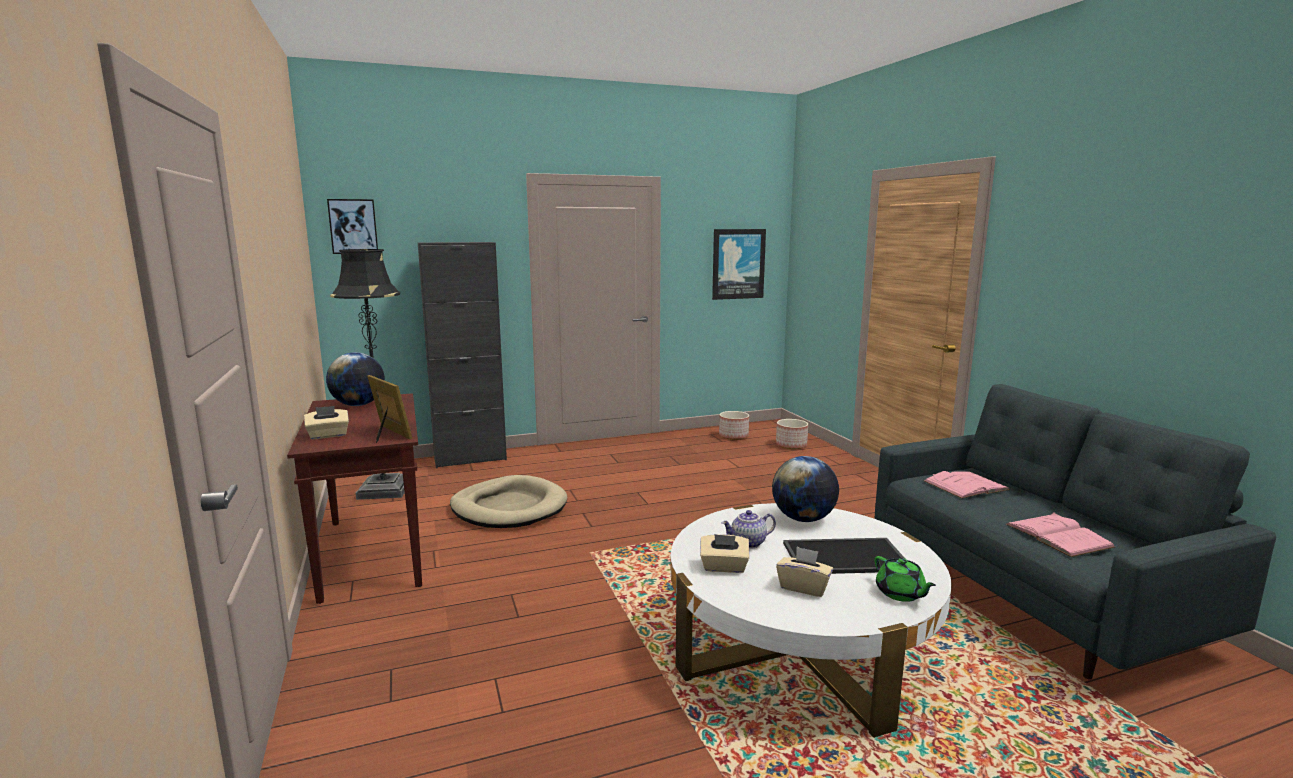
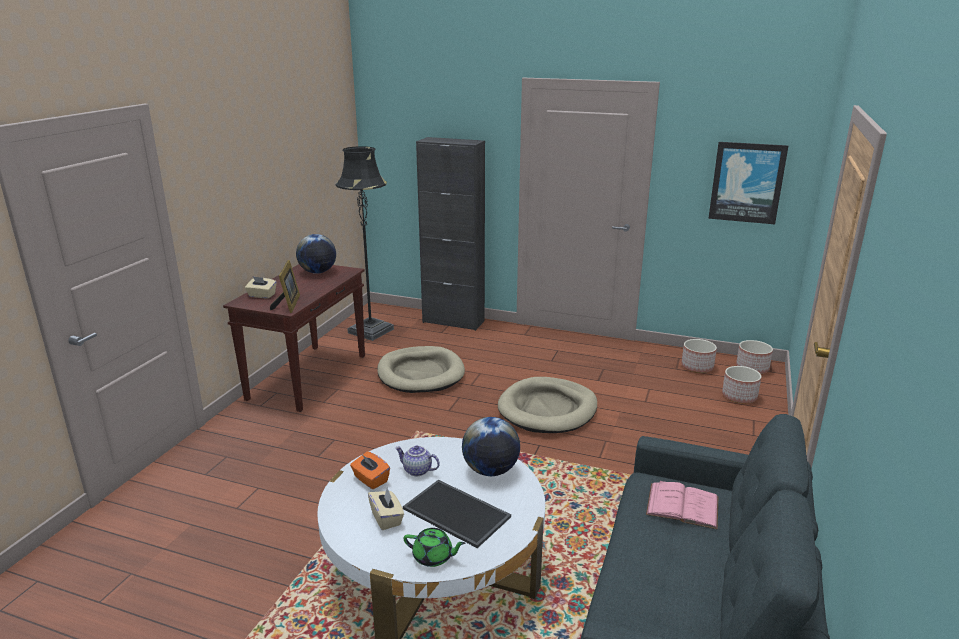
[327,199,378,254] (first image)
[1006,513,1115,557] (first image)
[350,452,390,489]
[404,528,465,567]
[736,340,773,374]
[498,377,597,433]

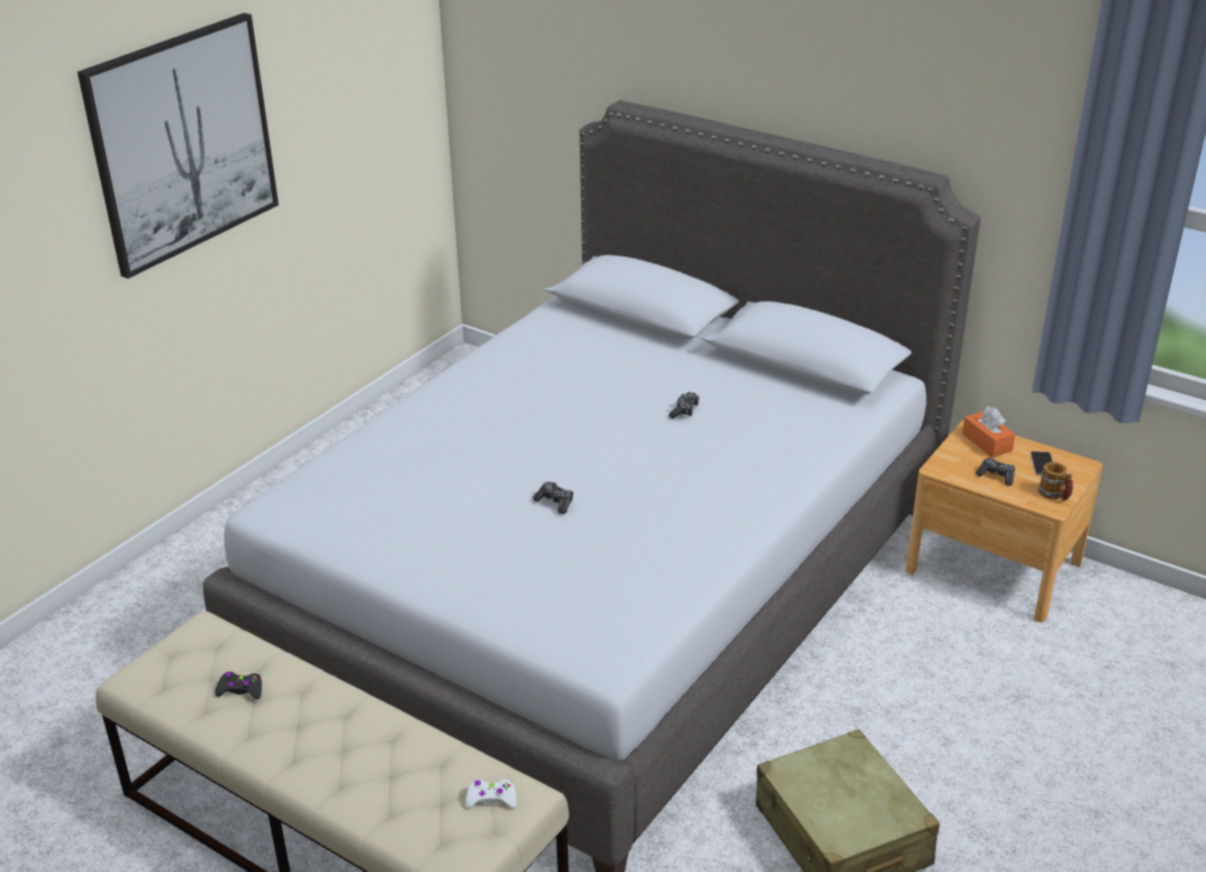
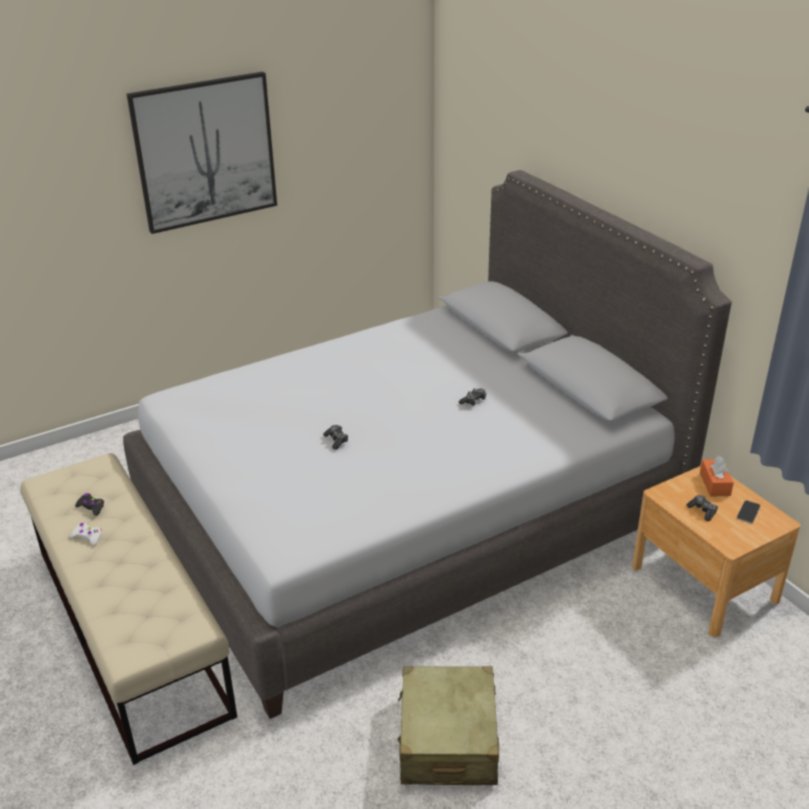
[1038,462,1073,501] (first image)
[70,523,102,545]

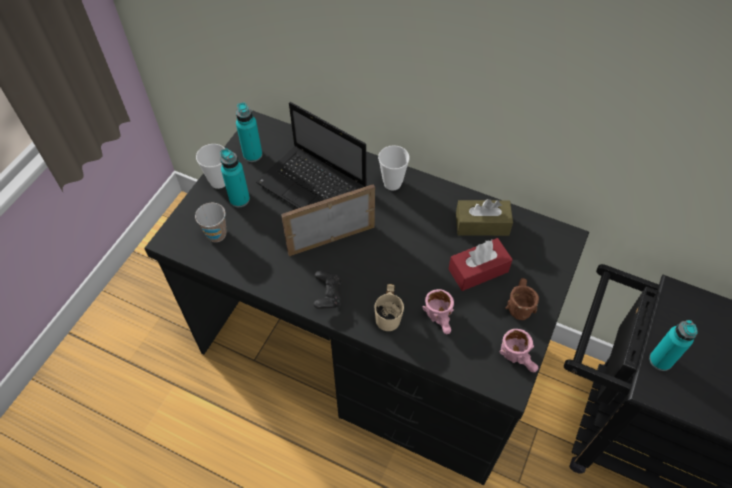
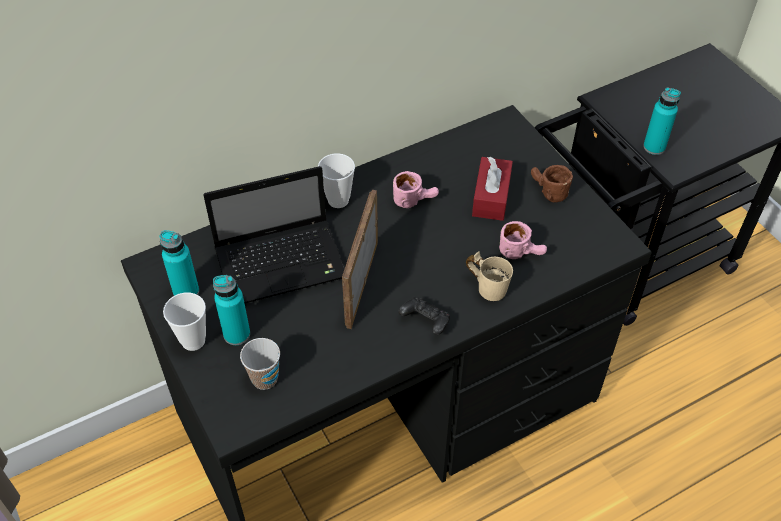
[456,199,513,236] (first image)
[393,171,439,208]

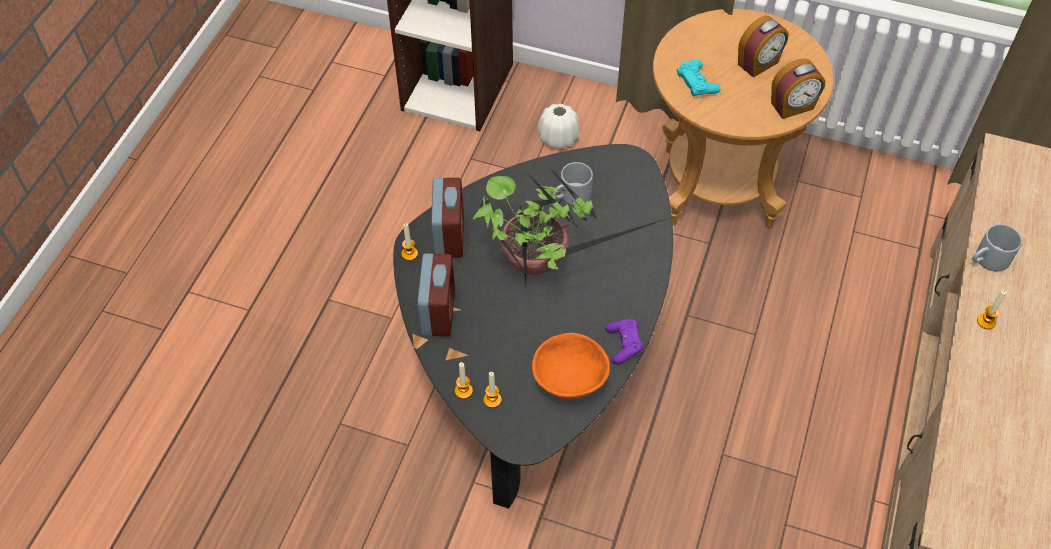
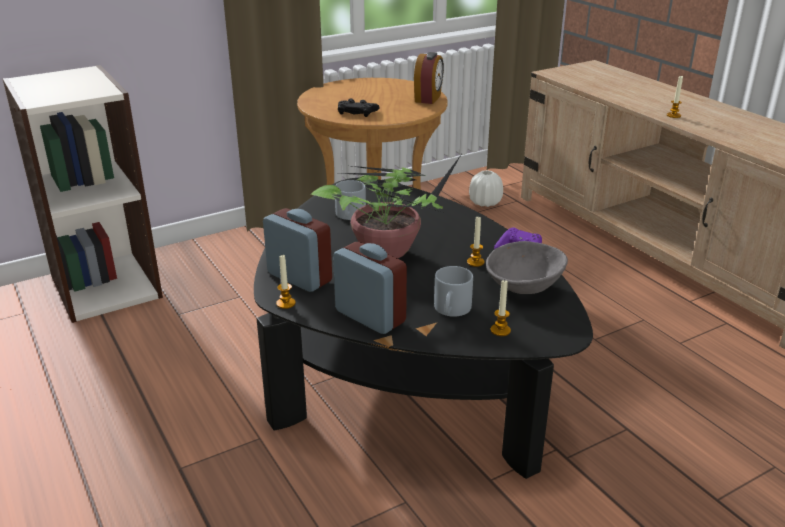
[738,16,789,78] (first image)
[338,99,380,117]
[469,170,503,207]
[434,266,473,317]
[486,241,568,294]
[467,216,484,267]

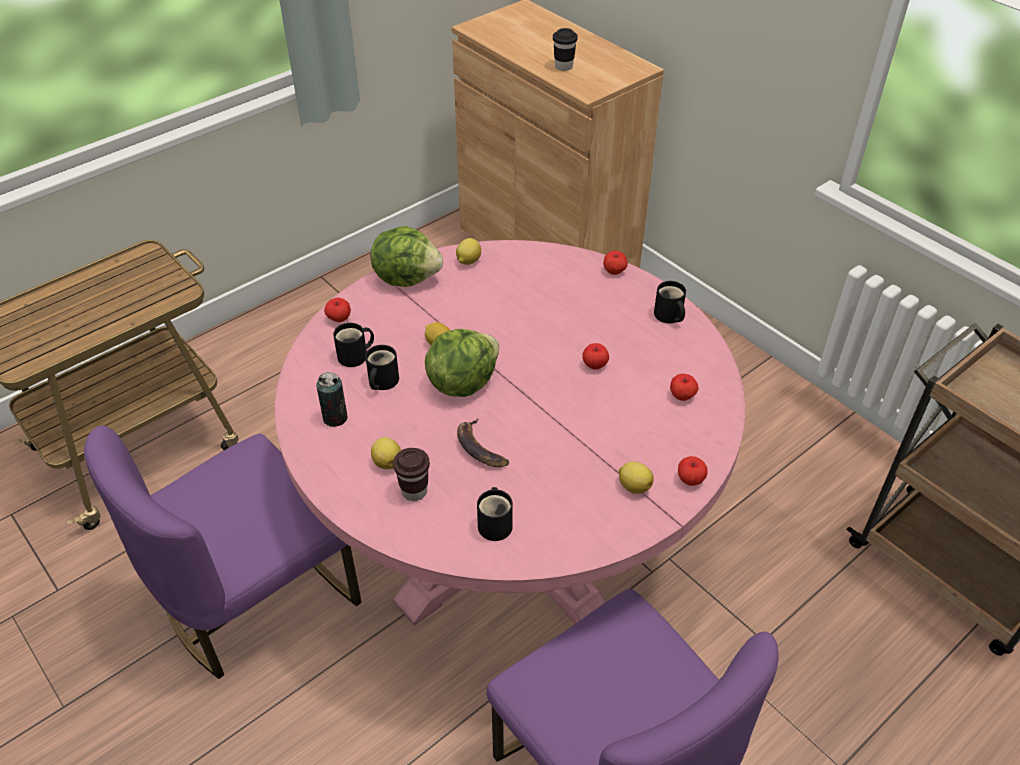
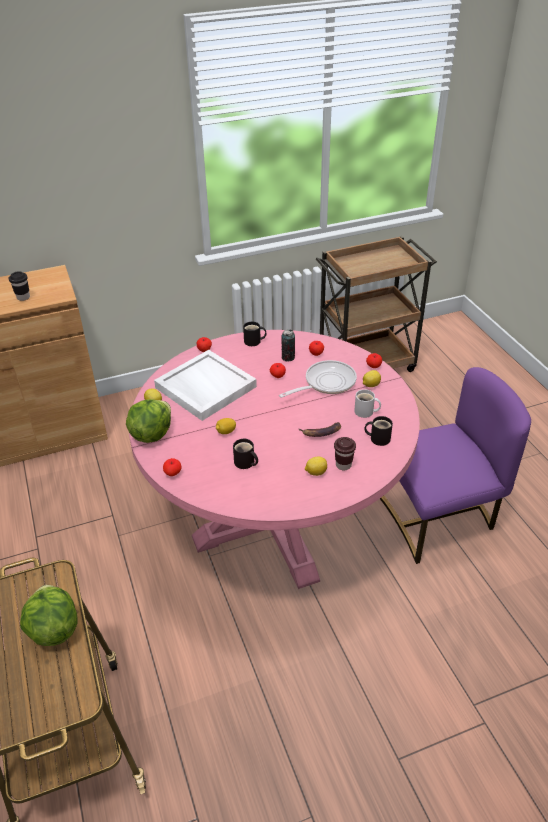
[333,323,374,367] (first image)
[20,585,78,646]
[281,330,295,361]
[84,425,361,679] (first image)
[154,350,257,421]
[279,360,357,398]
[354,389,381,418]

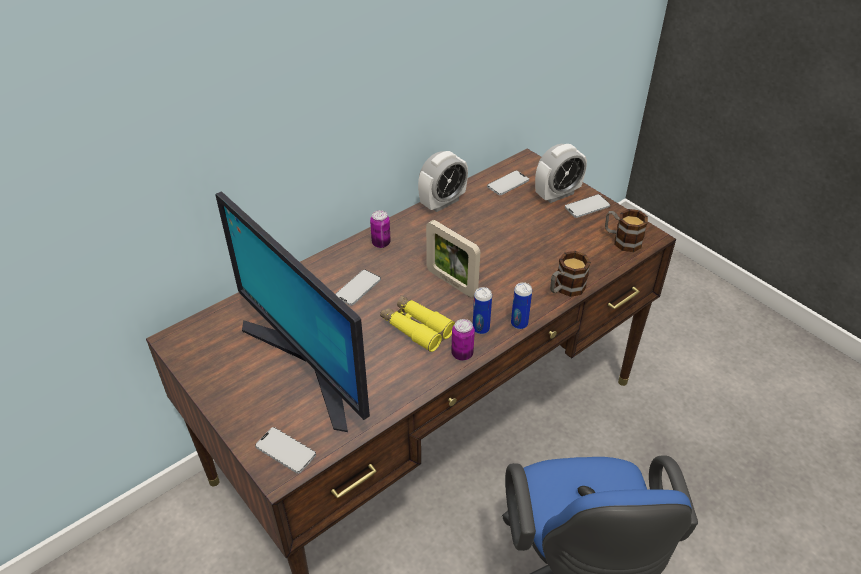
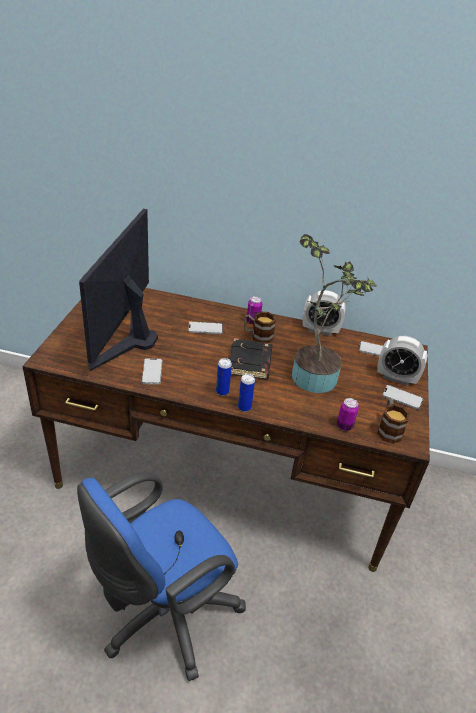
[229,338,273,379]
[244,312,276,343]
[380,296,455,352] (first image)
[337,398,359,431]
[142,358,162,385]
[292,234,377,393]

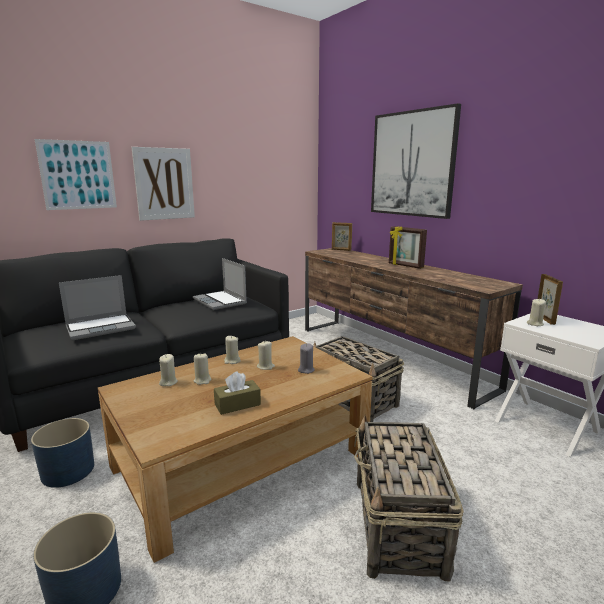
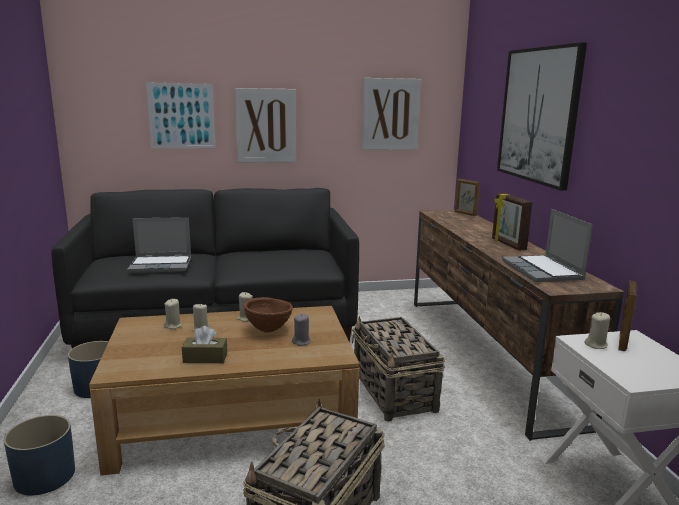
[502,209,593,282]
[244,297,293,333]
[362,78,421,150]

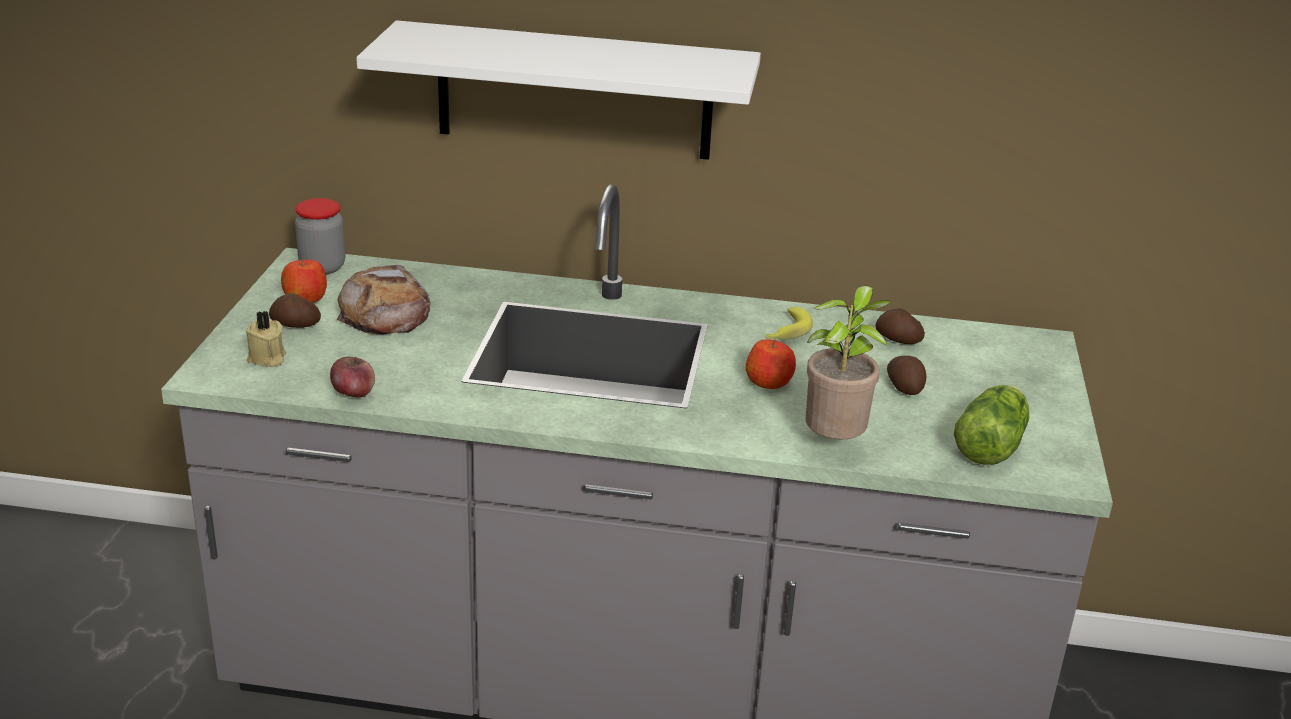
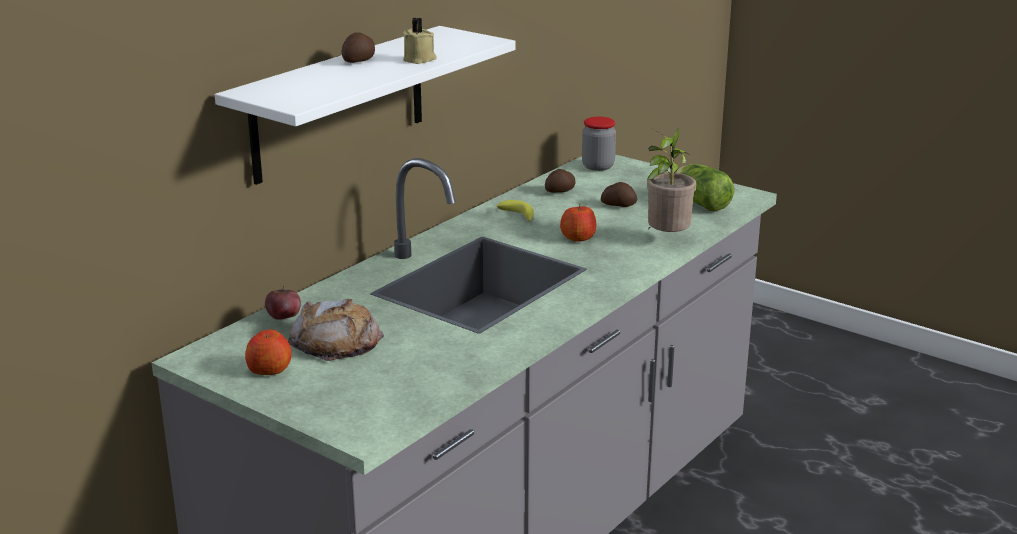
[582,117,616,171]
[341,33,375,63]
[403,17,437,64]
[265,286,301,320]

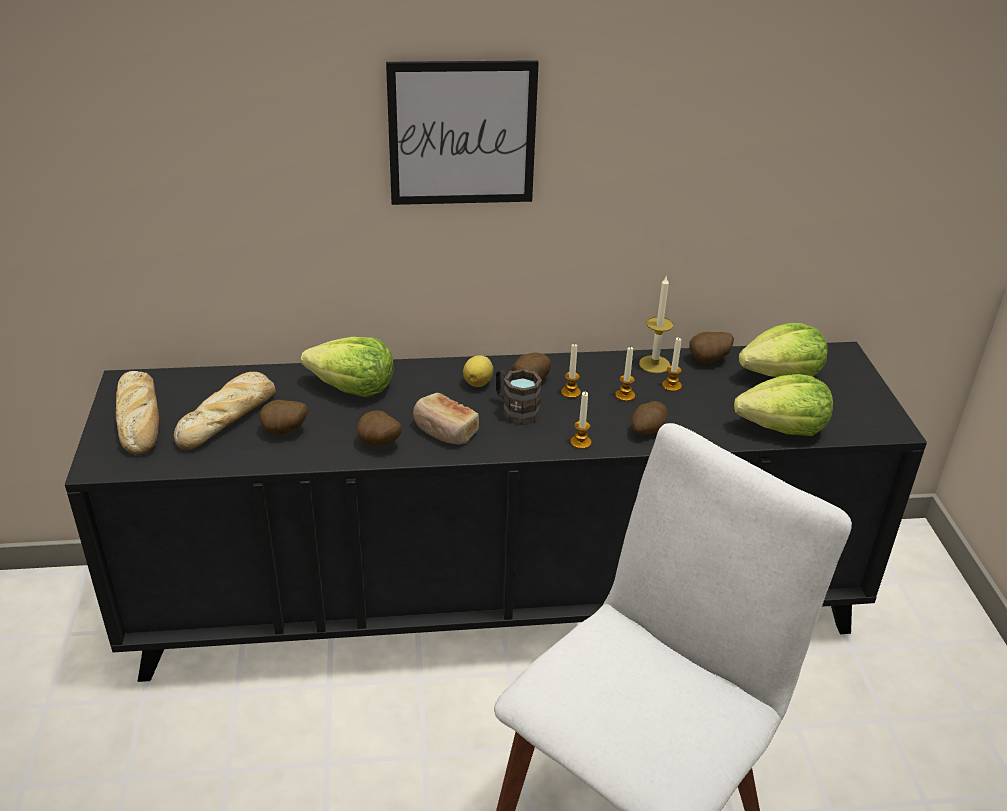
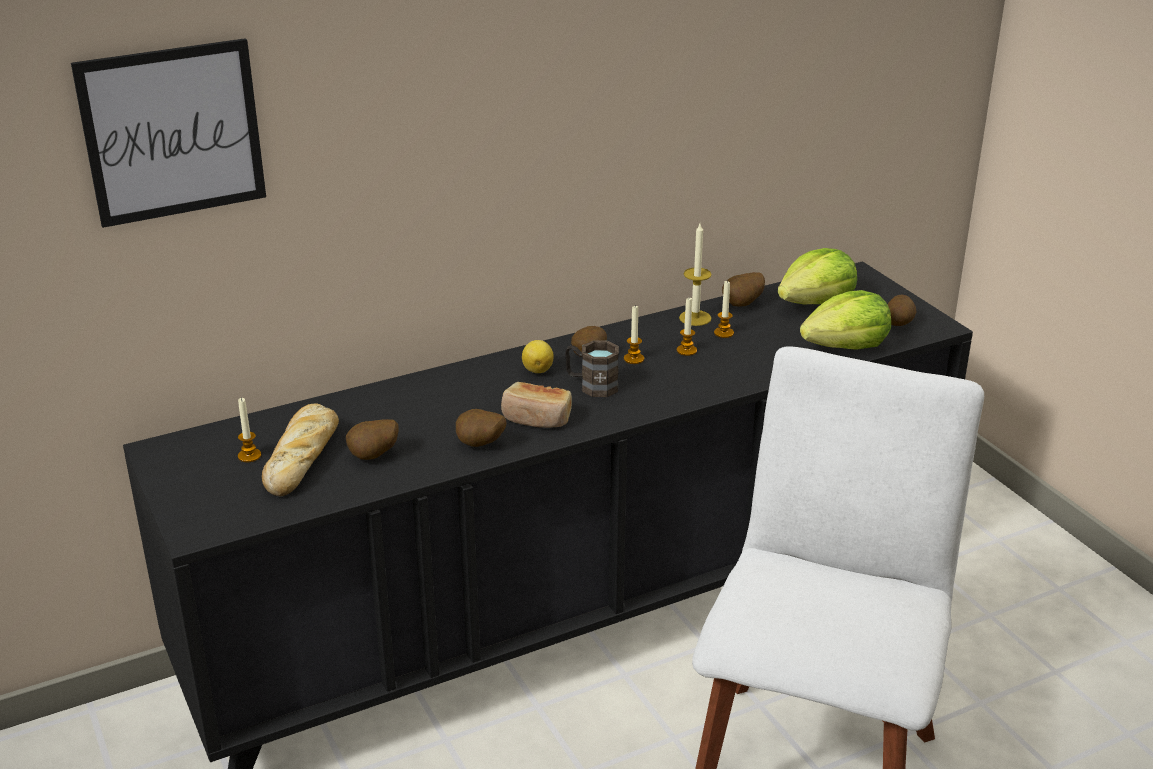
[71,38,266,228]
[301,337,394,397] (first image)
[116,371,159,455] (first image)
[238,398,261,462]
[887,295,916,326]

